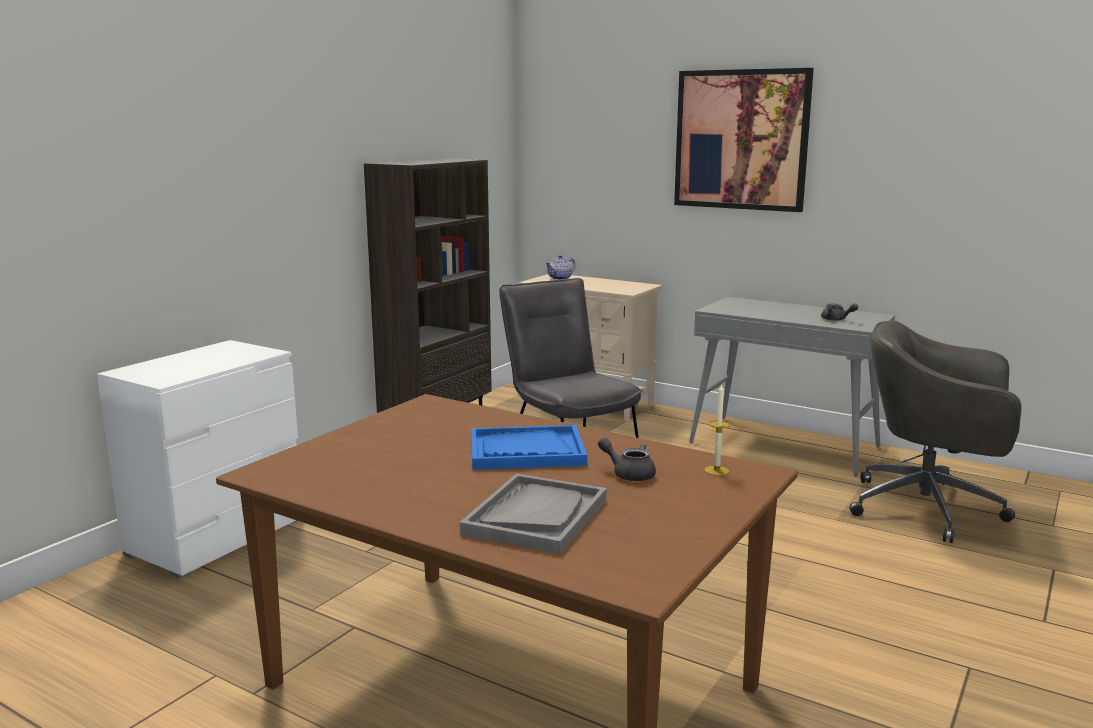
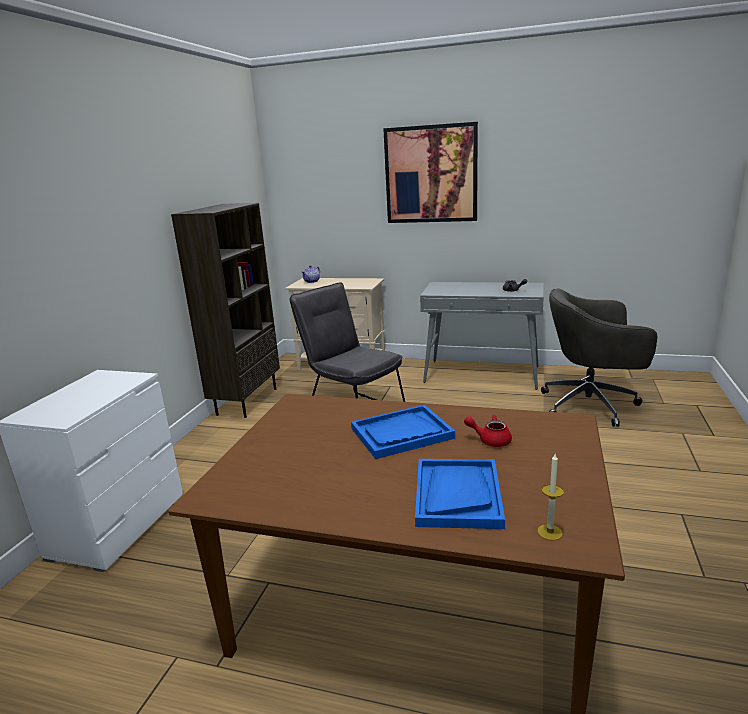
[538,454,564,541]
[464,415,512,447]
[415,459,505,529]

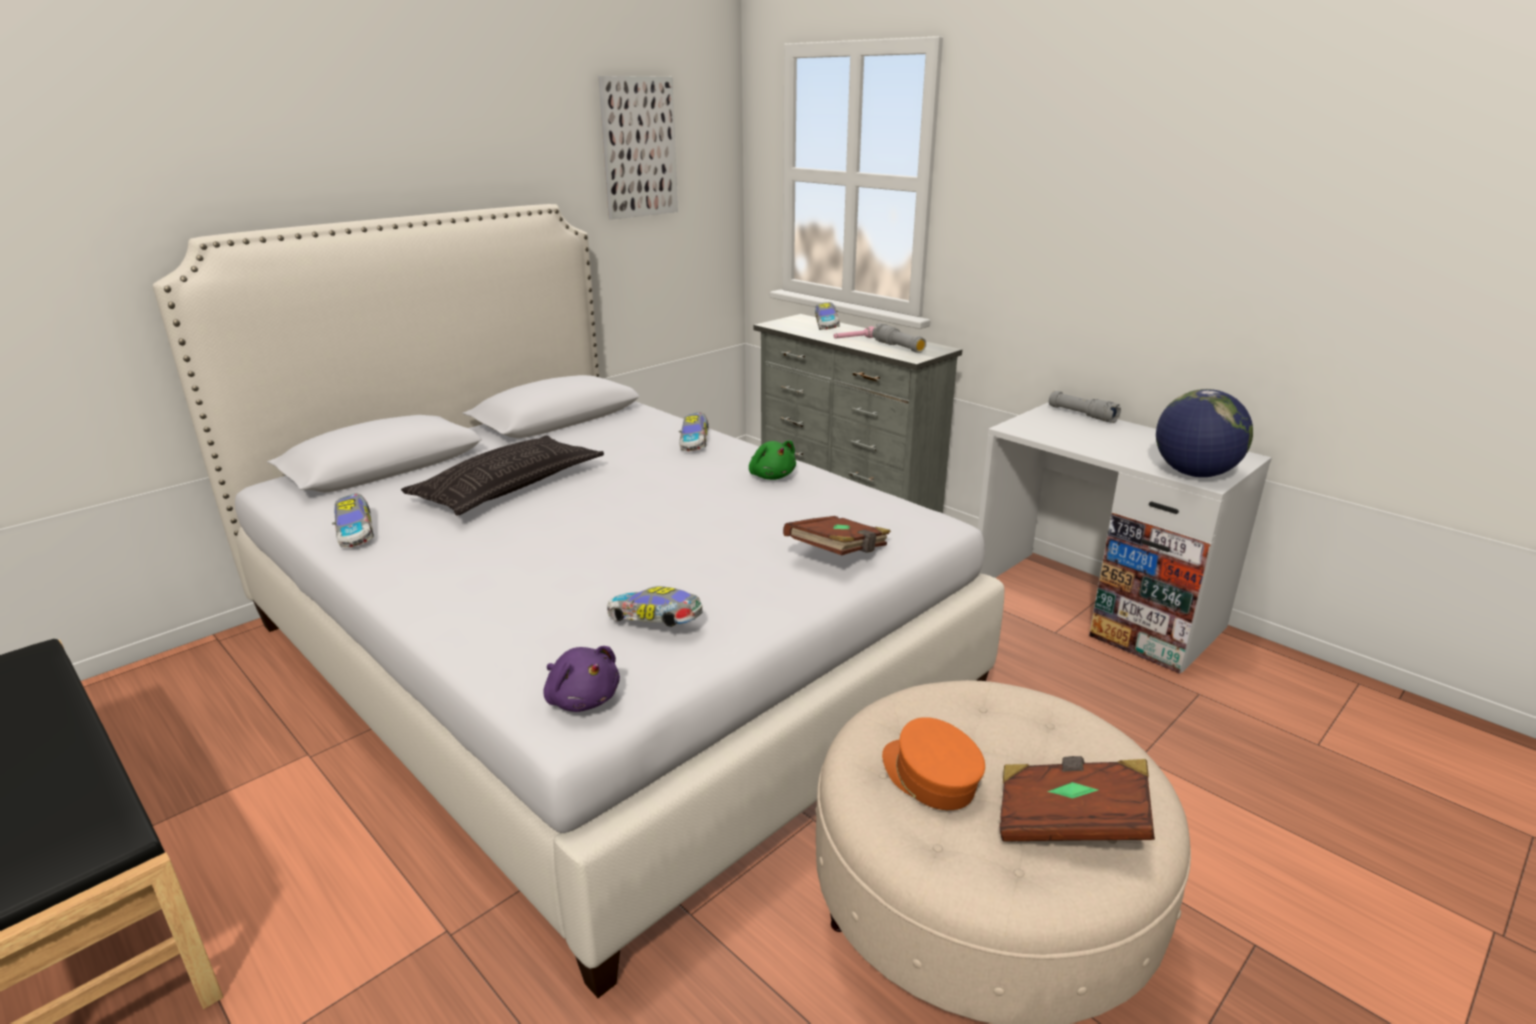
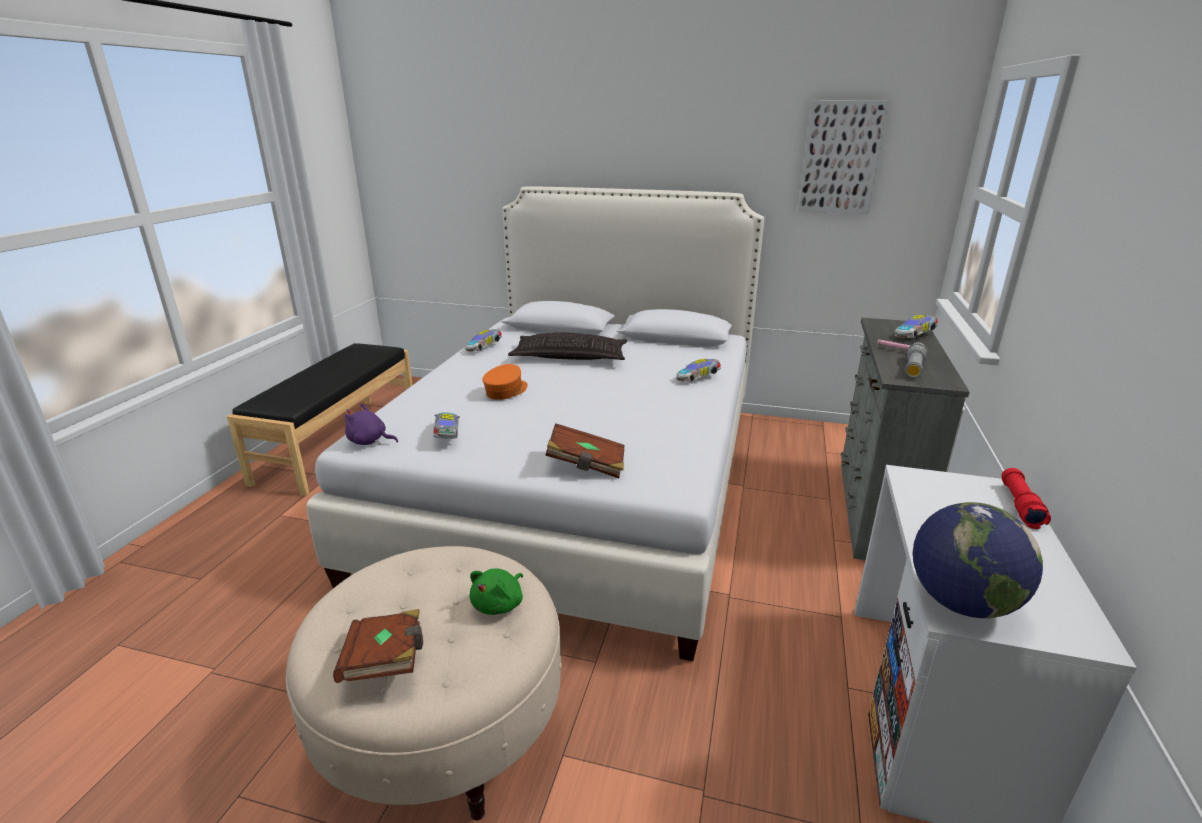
[1001,468,1051,529]
[470,568,523,615]
[345,403,398,445]
[482,364,528,400]

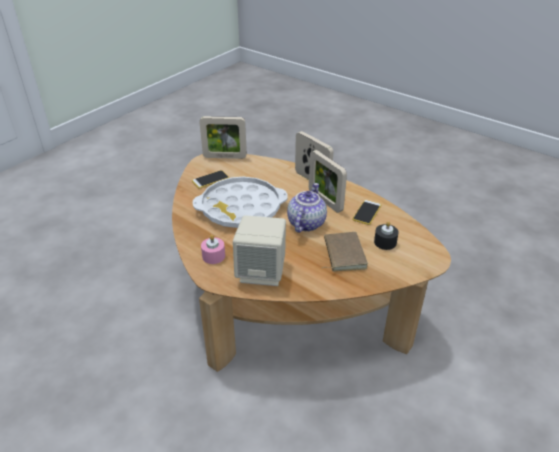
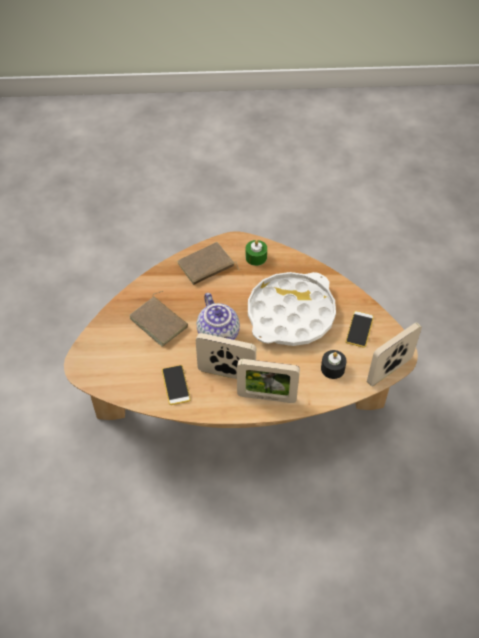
[177,242,240,285]
[321,350,347,379]
[246,240,267,266]

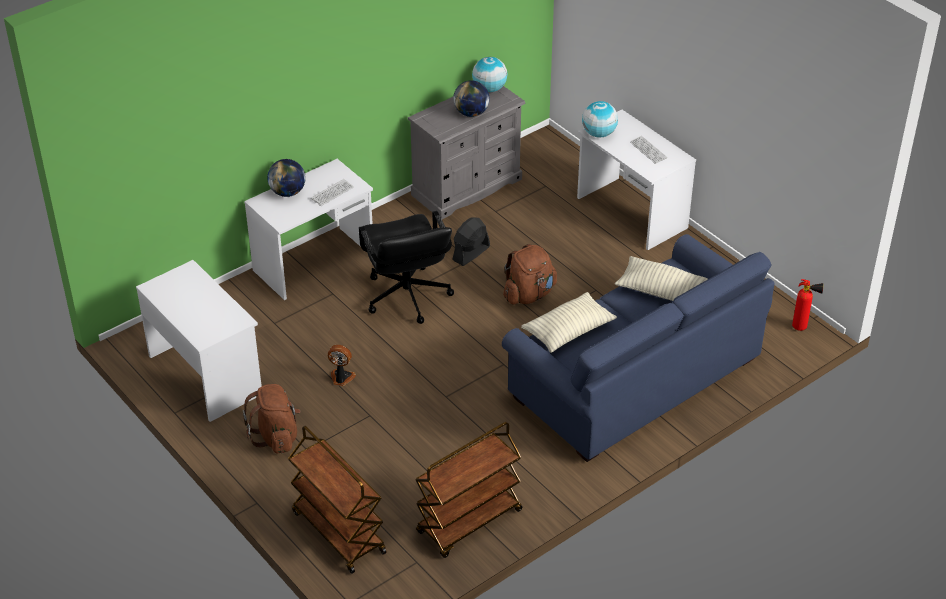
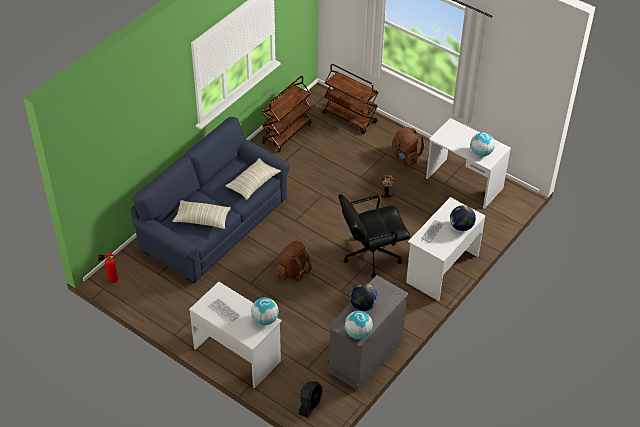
[339,194,410,278]
[299,381,322,418]
[471,132,495,156]

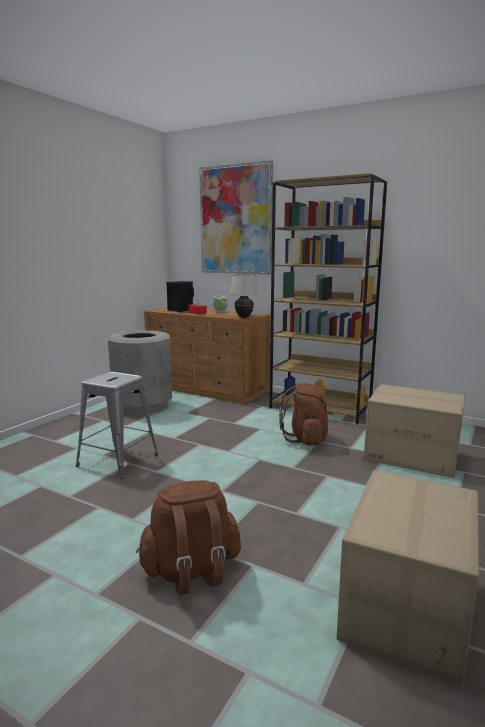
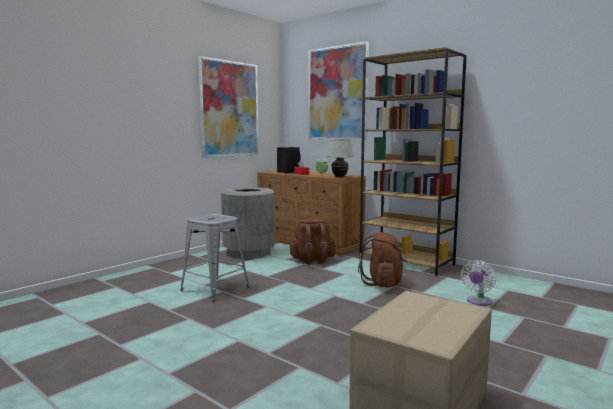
[461,260,496,306]
[289,218,336,264]
[198,56,259,158]

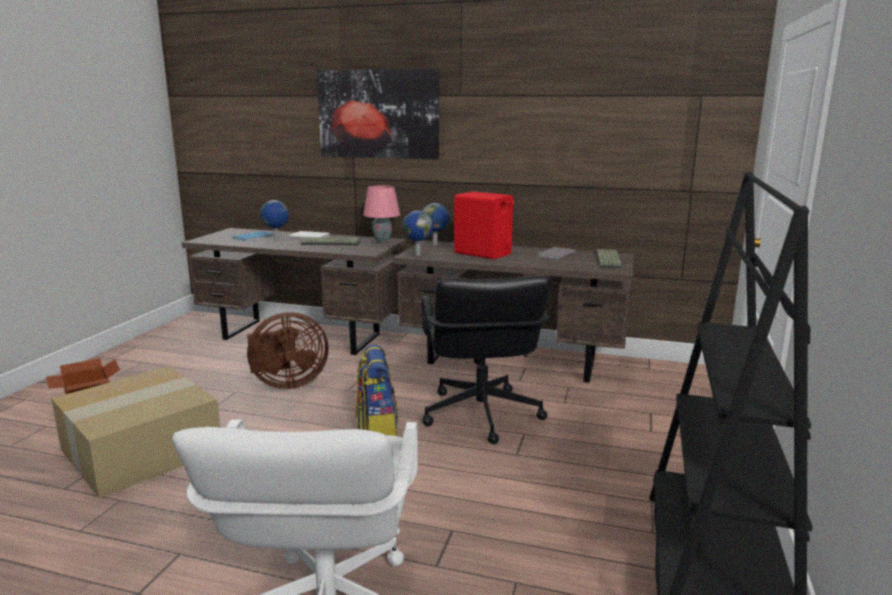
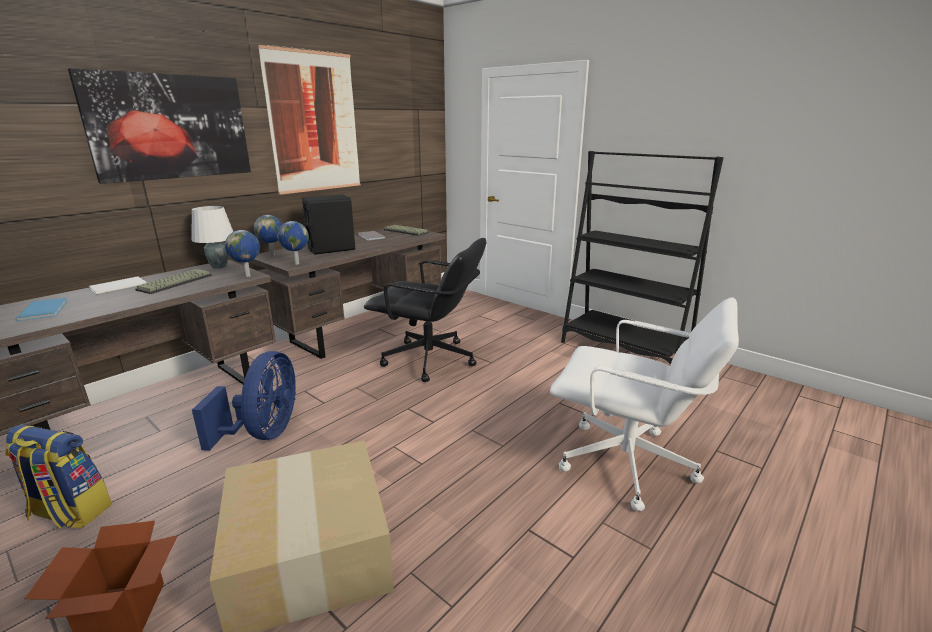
[191,206,233,268]
[302,195,355,255]
[225,230,260,277]
[192,351,296,451]
[5,425,112,529]
[258,45,360,195]

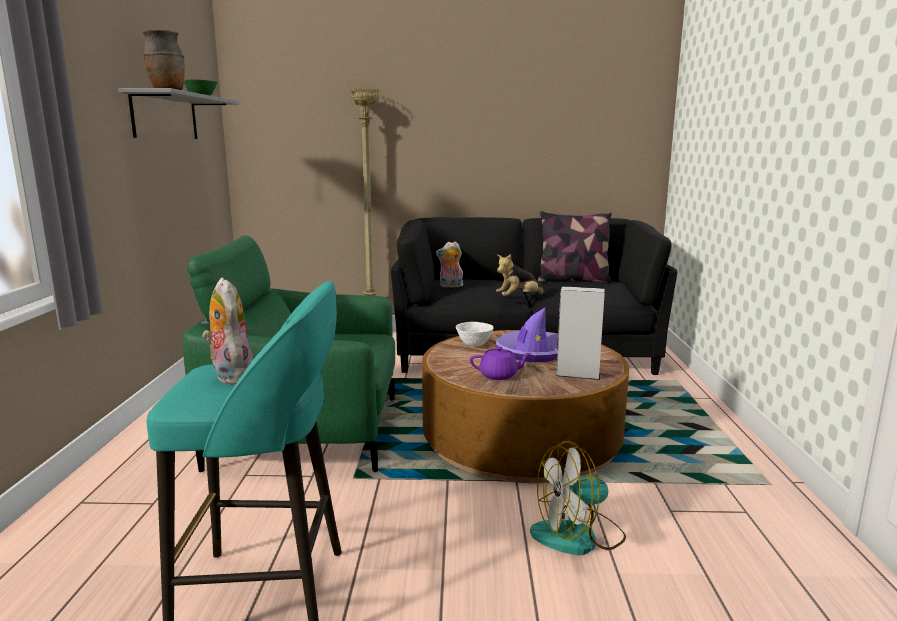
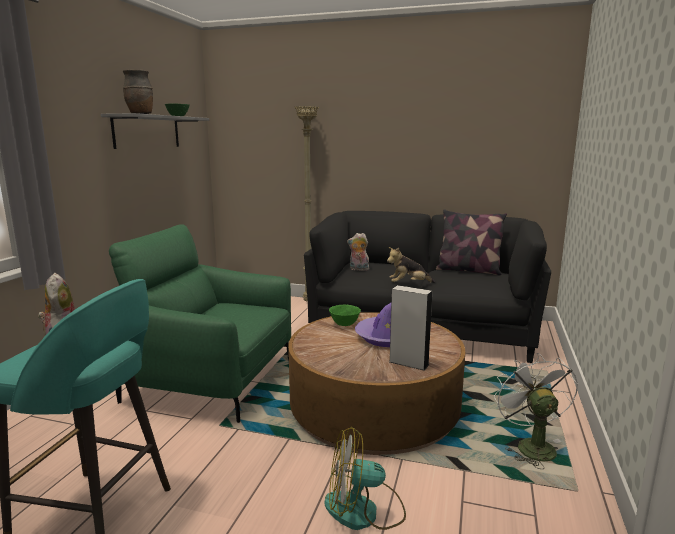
[329,305,361,326]
[470,346,532,380] (first image)
[494,353,578,469]

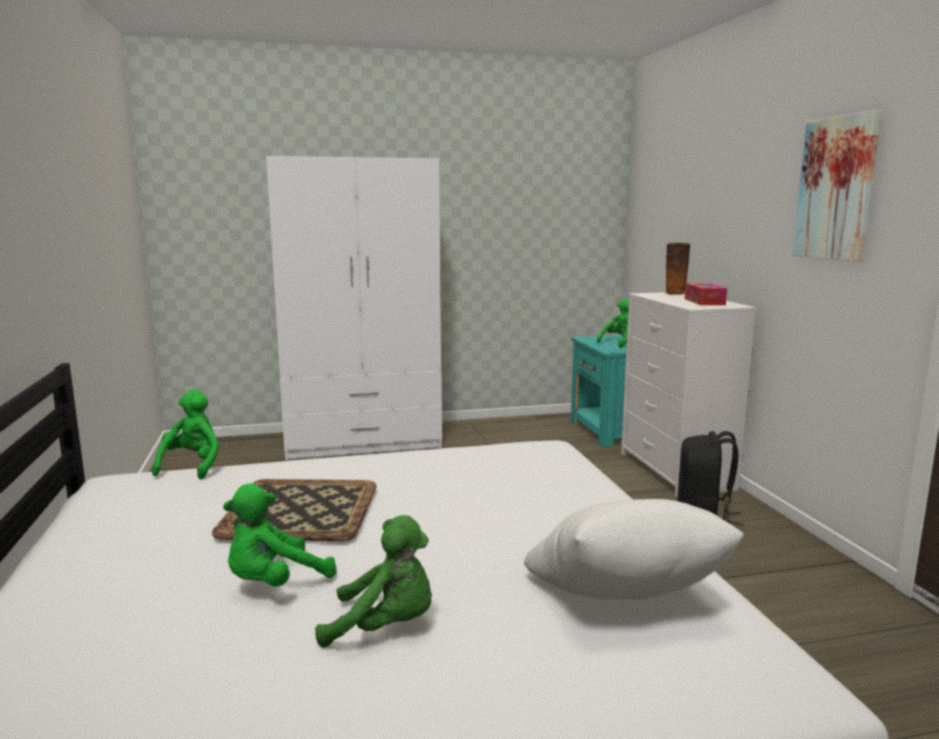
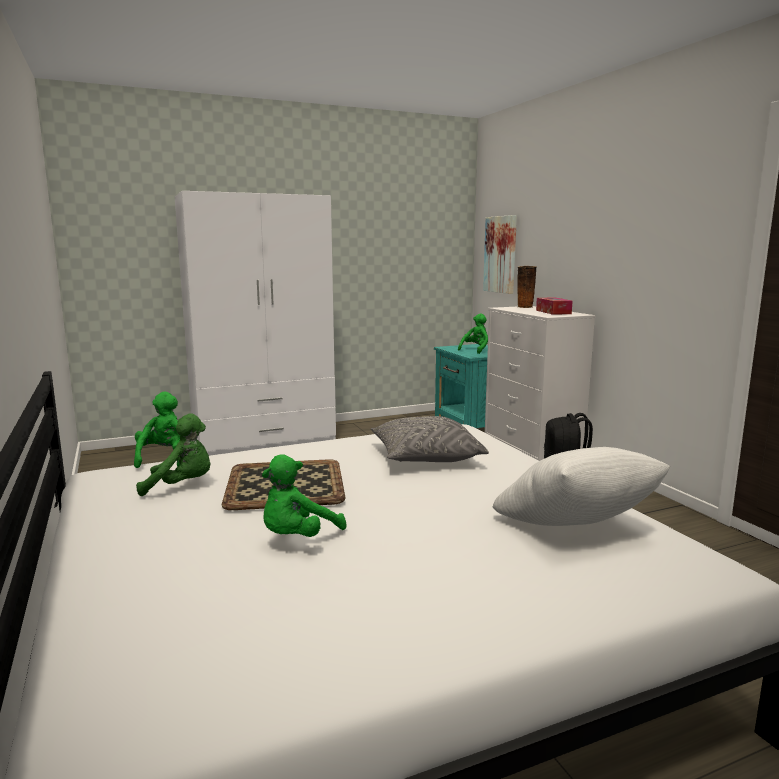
[483,215,517,294]
[136,413,211,496]
[371,416,489,462]

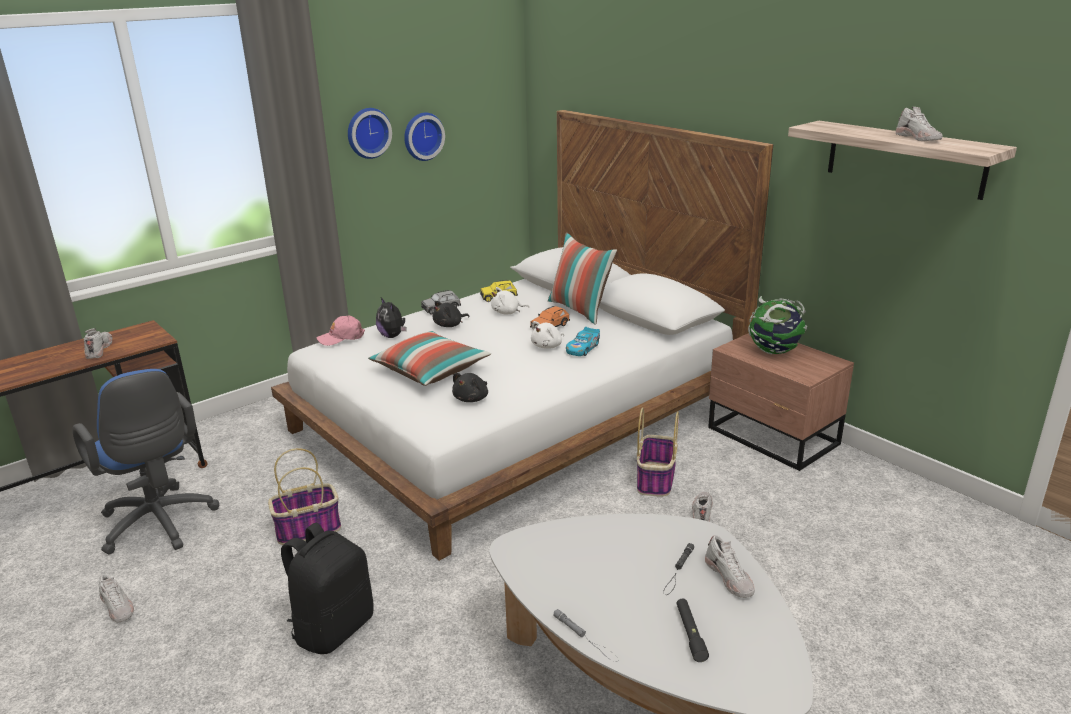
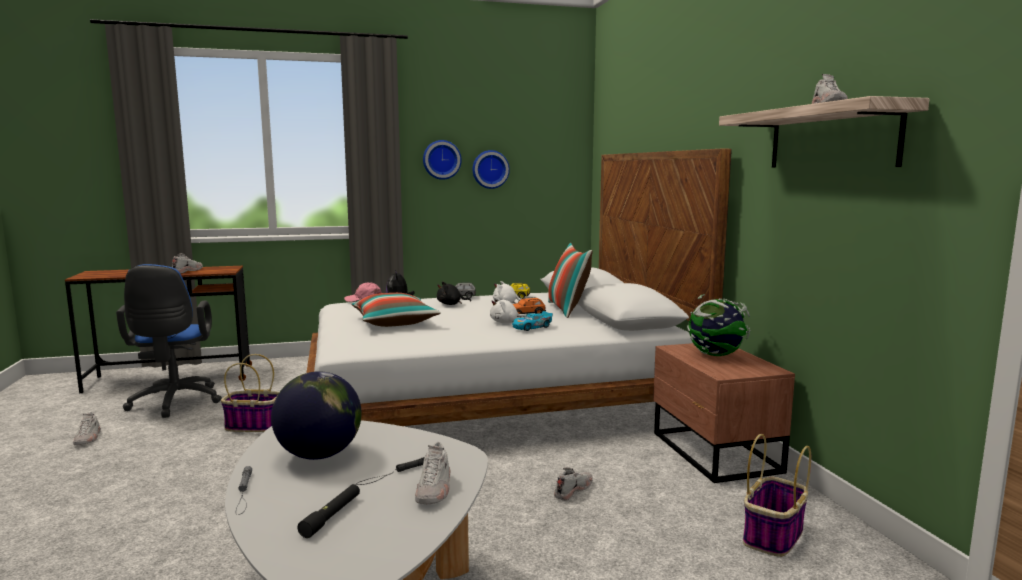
[452,373,488,402] (first image)
[743,434,811,557]
[281,523,374,654] (first image)
[271,371,362,460]

